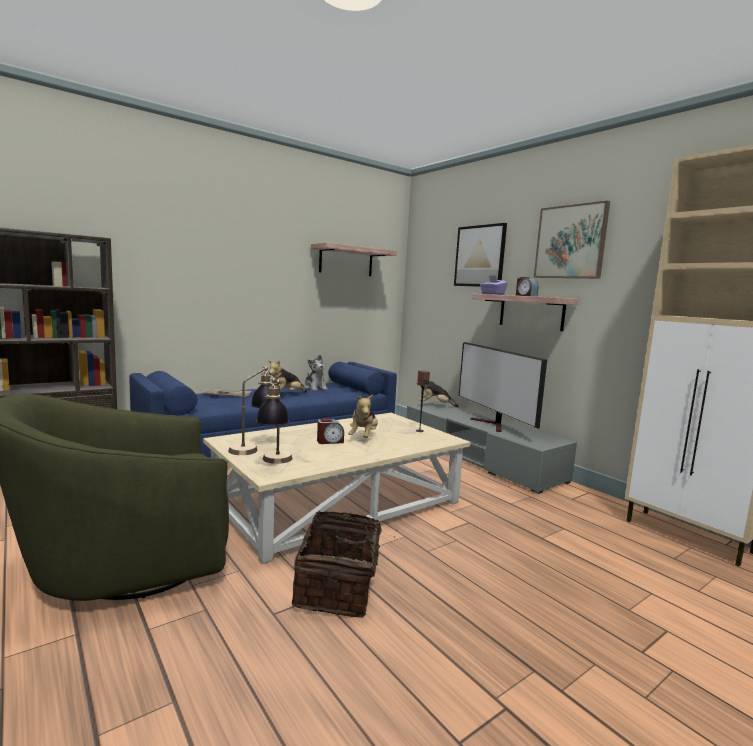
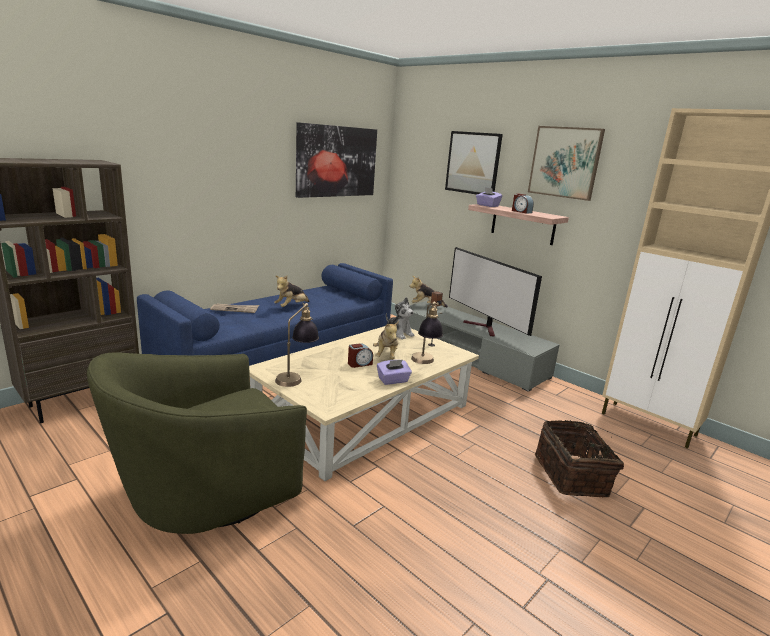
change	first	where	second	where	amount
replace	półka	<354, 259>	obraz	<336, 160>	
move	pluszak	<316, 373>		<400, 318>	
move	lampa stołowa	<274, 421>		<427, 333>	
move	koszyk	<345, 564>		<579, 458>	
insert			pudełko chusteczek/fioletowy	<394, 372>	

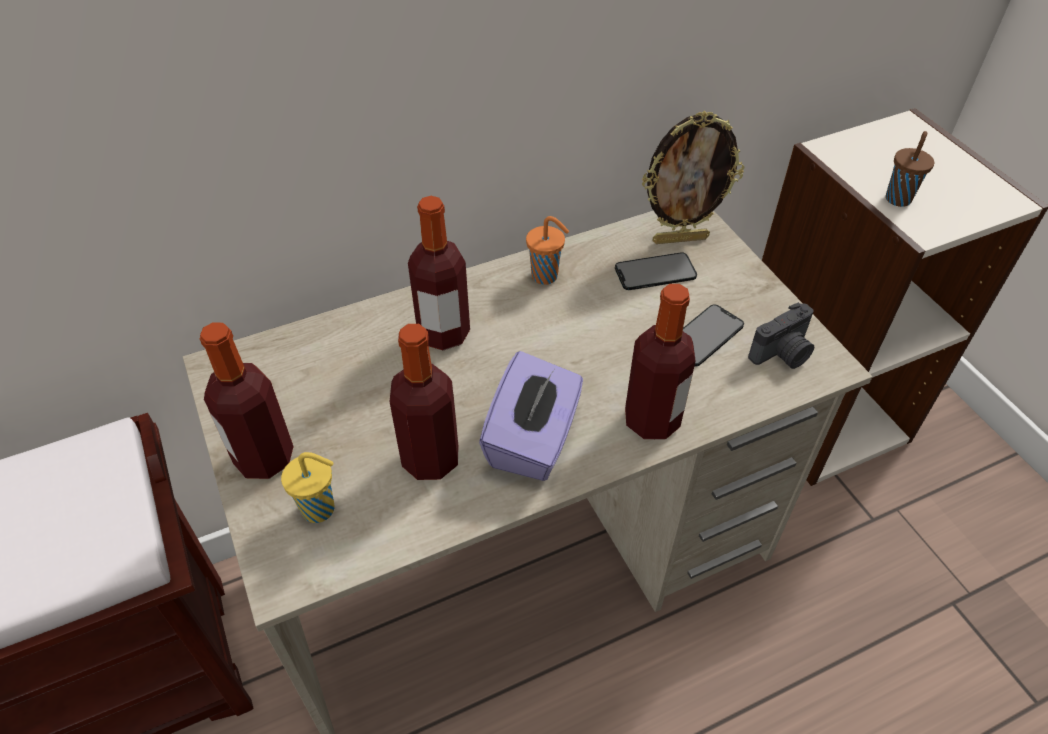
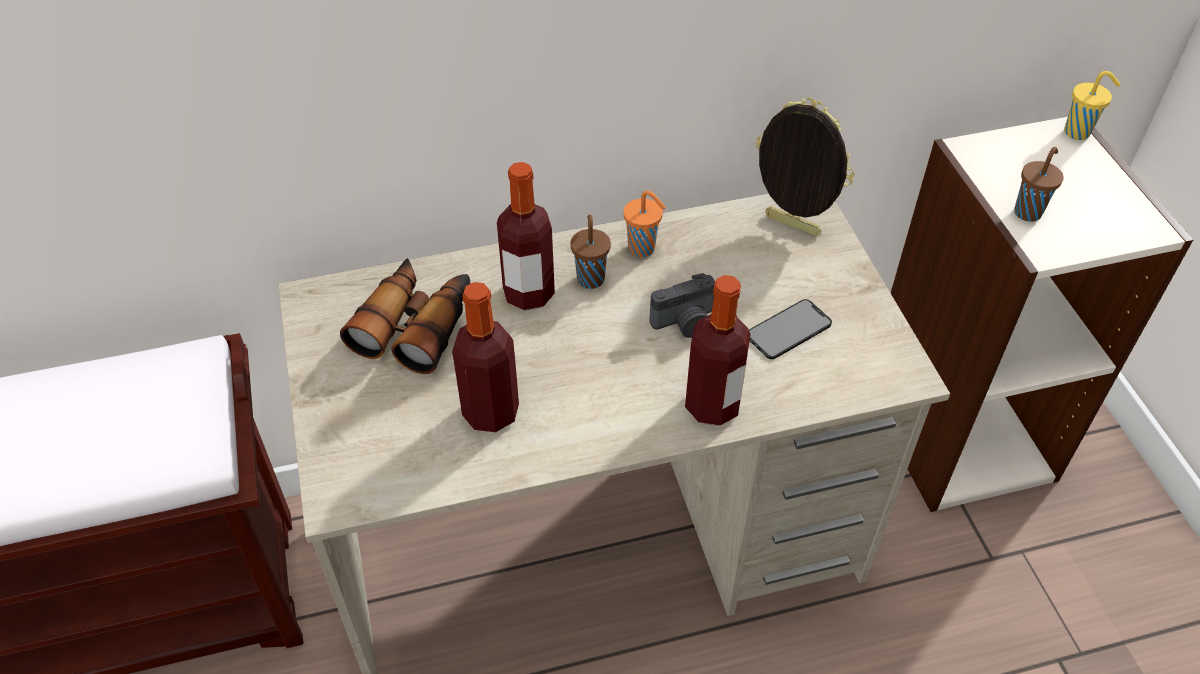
change	first	where	second	where	amount
rotate	ramka na zdjęcie	<693, 177>		<805, 166>	150 degrees counterclockwise
delete	telefon	<656, 271>			
move	aparat fotograficzny	<781, 335>		<682, 305>	
delete	butelka	<247, 400>			
delete	pudełko chusteczek/fioletowy	<531, 416>			
move	filiżanka/żółty	<307, 487>		<1092, 105>	
insert			filiżanka/brązowy	<590, 252>	
insert			lornetka	<405, 316>	

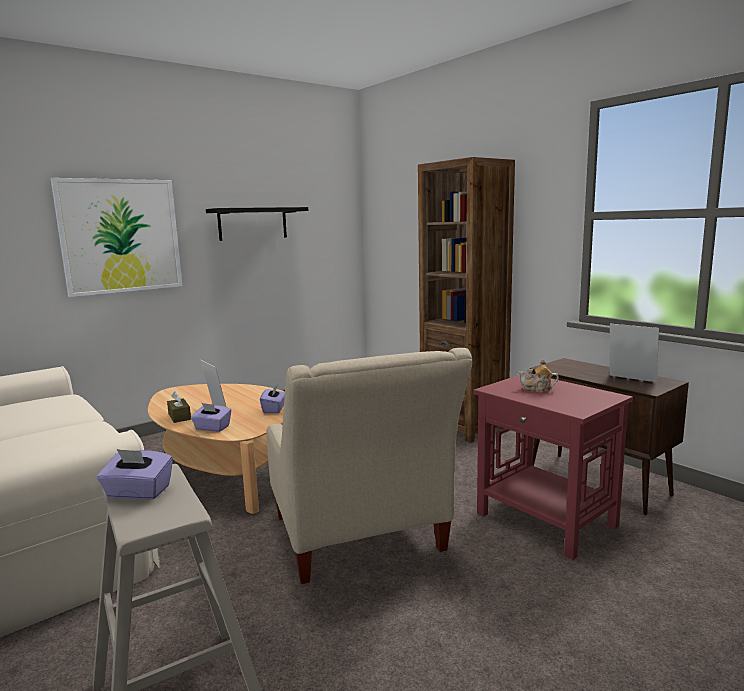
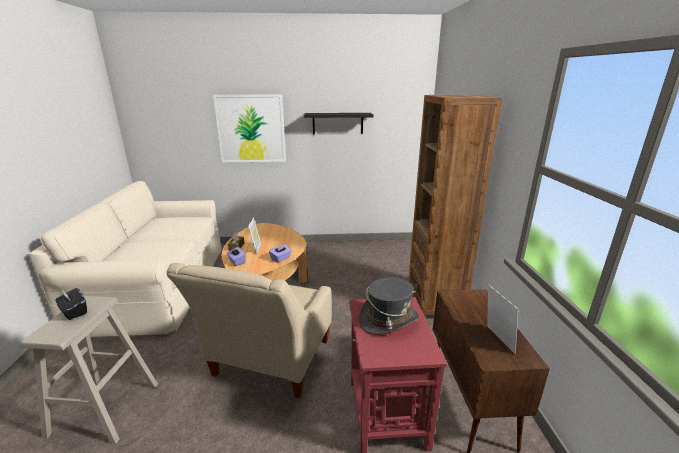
change	first	where	second	where	amount
replace	imbryk	<538, 376>	kapelusz/szary	<389, 306>	
recolor	pudełko chusteczek/fioletowy	<135, 474>	pudełko chusteczek/czarny	<71, 304>	

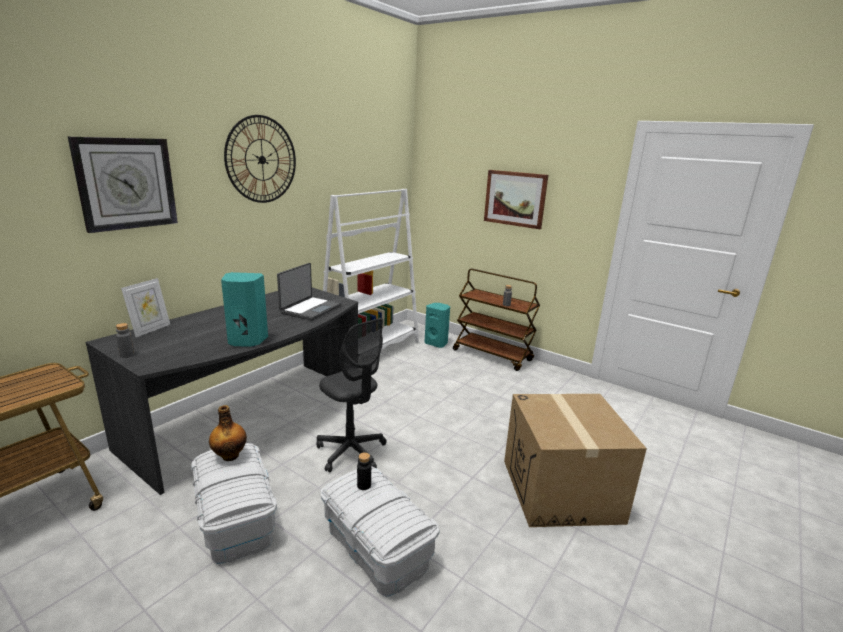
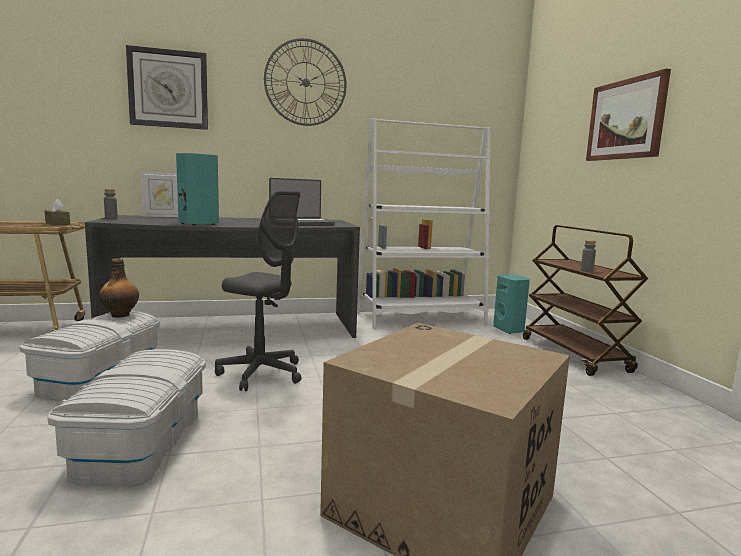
change	first	where	second	where	amount
rotate	krzesło biurowe/szary	<351, 395>		<258, 291>	60 degrees counterclockwise
delete	butelka/czarny	<364, 471>			
insert			pudełko chusteczek/brązowy	<57, 212>	

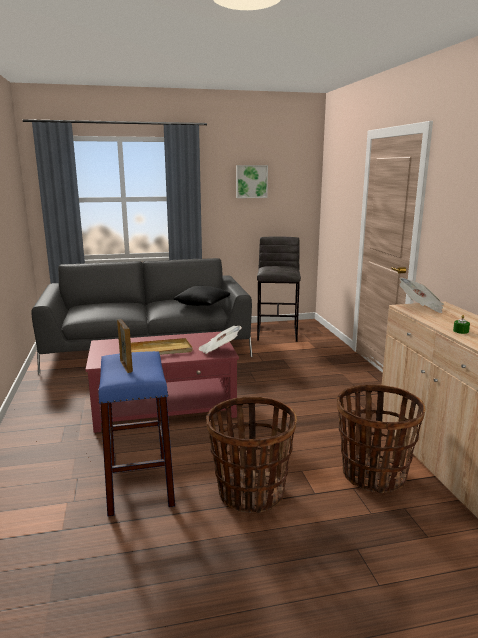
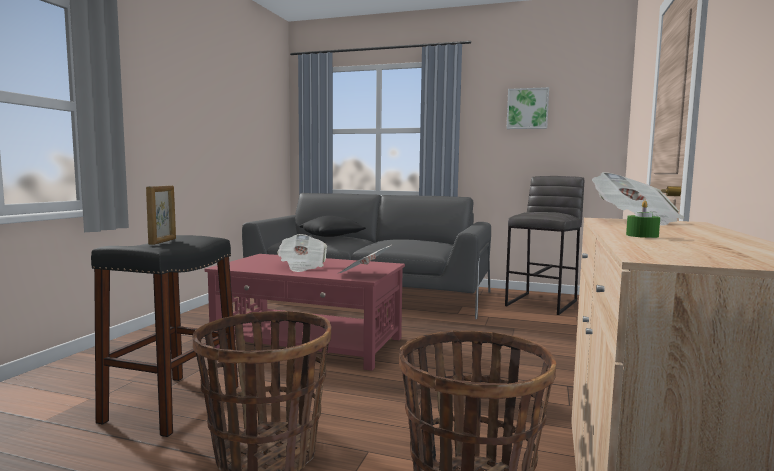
change	first	where	second	where	amount
move	poduszka/czarny	<201, 296>		<332, 226>	
replace	taca/beżowy	<162, 346>	gazeta	<302, 253>	
recolor	stołek/niebieski	<136, 434>	stołek/czarny	<164, 336>	

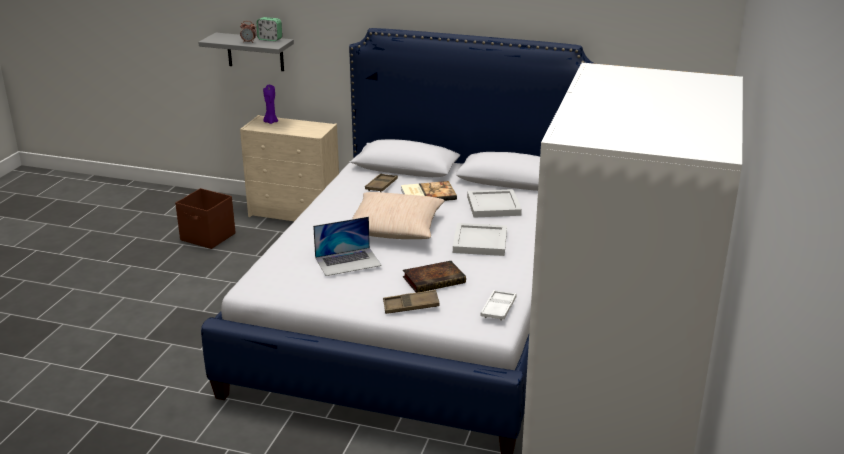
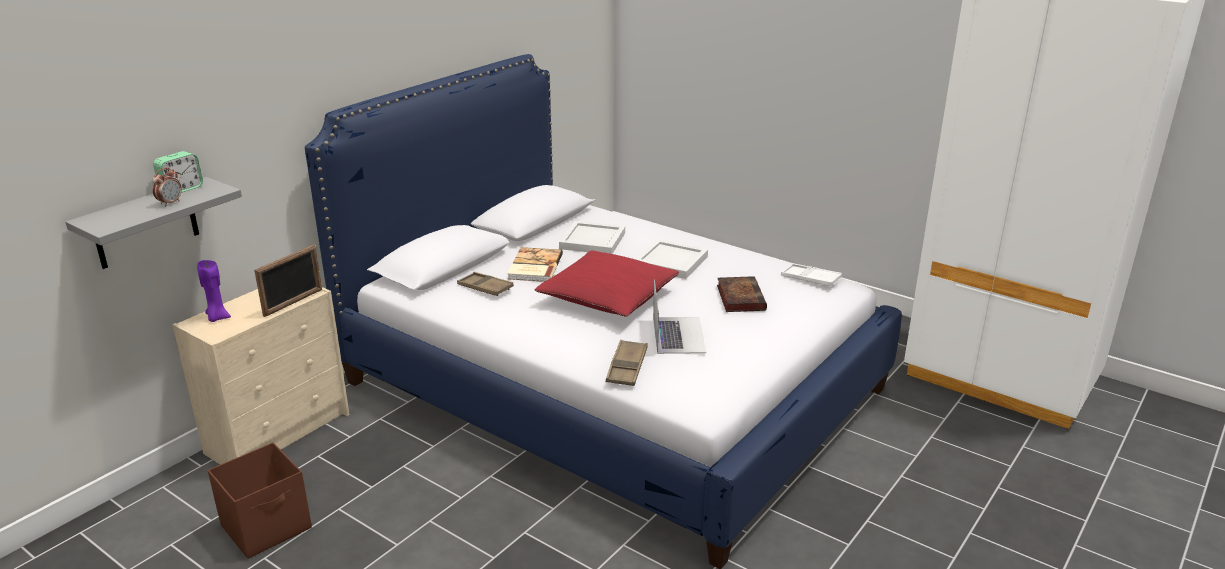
change	first	where	second	where	amount
recolor	poduszka/beżowy	<398, 215>	poduszka/czerwony	<606, 283>	
move	taca/brązowy	<411, 302>		<627, 363>	
insert			ramka na zdjęcie	<288, 281>	

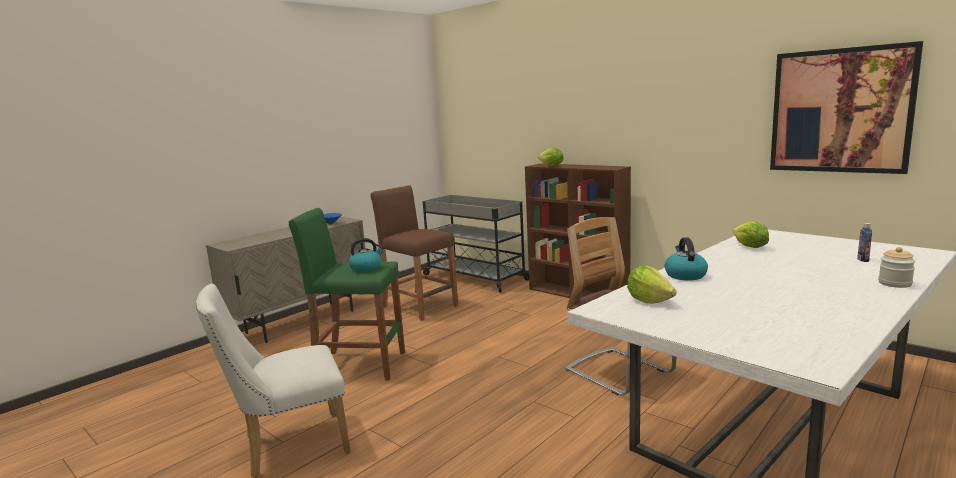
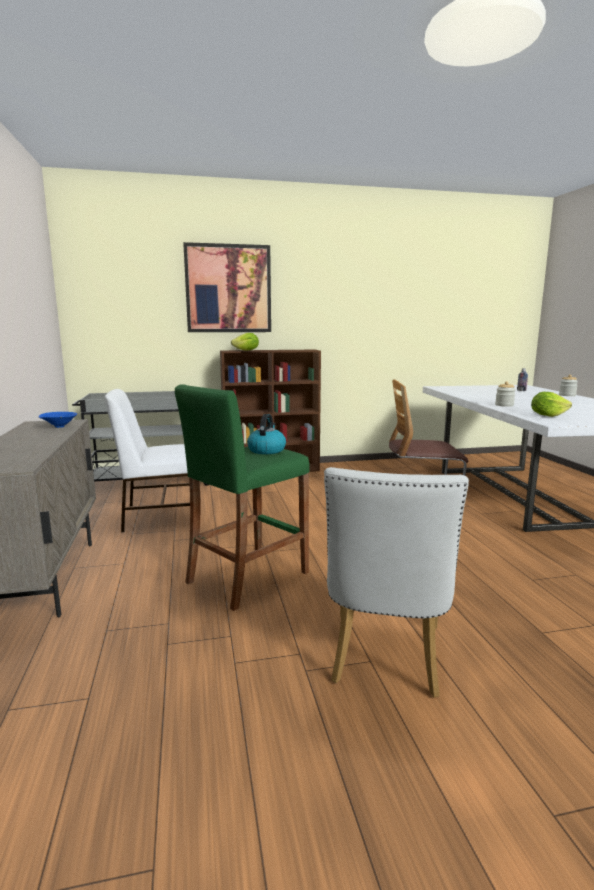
change	first	where	second	where	amount
move	obraz	<846, 107>		<227, 287>	
replace	stołek/brązowy	<414, 253>	krzesło/biały	<147, 460>	
delete	sałata	<751, 235>			
replace	czajnik	<686, 258>	słoik	<505, 394>	

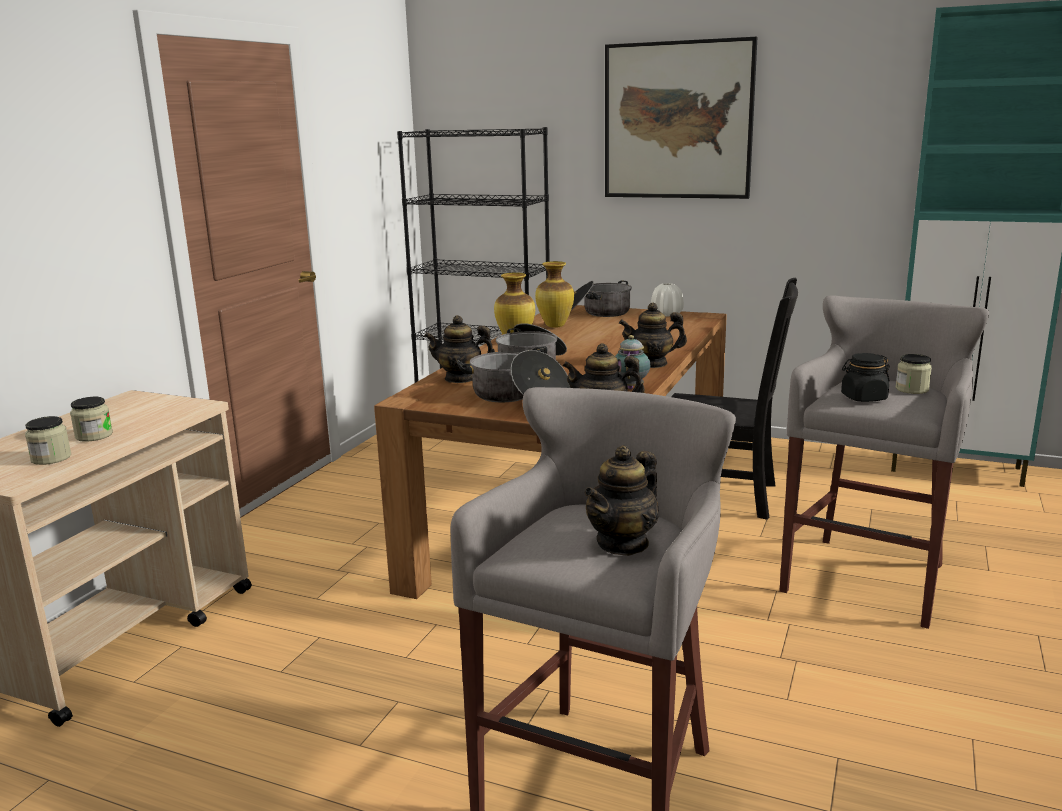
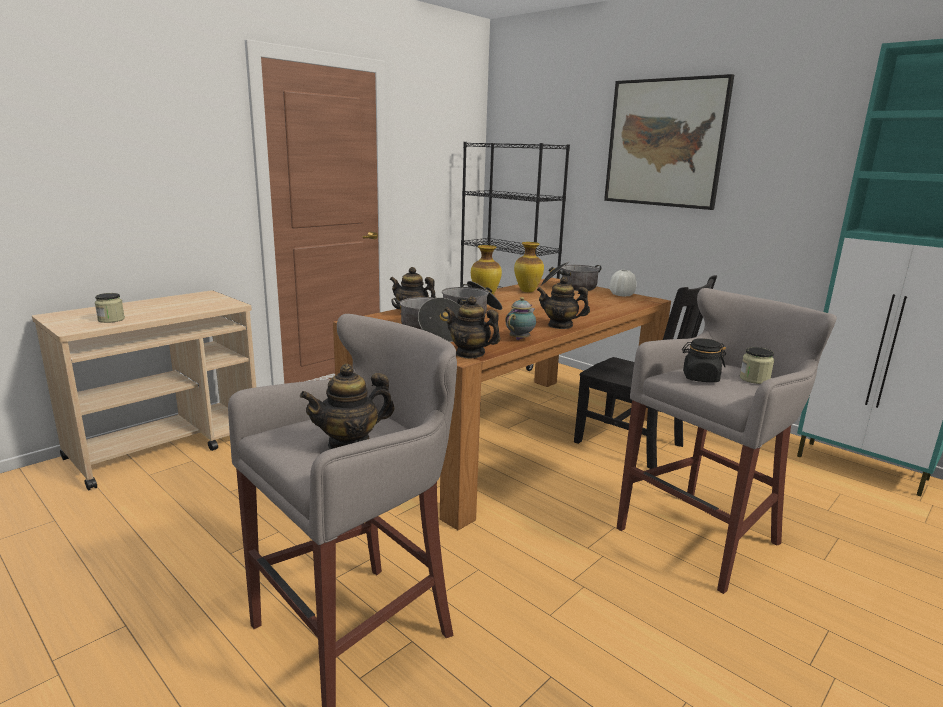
change	first	where	second	where	amount
delete	słoik	<91, 419>			

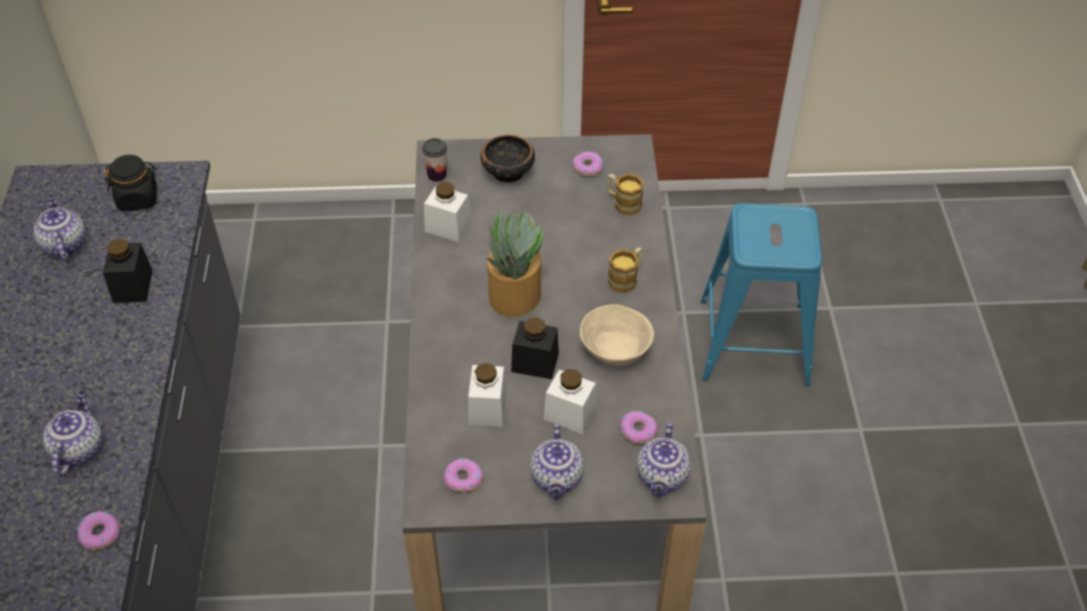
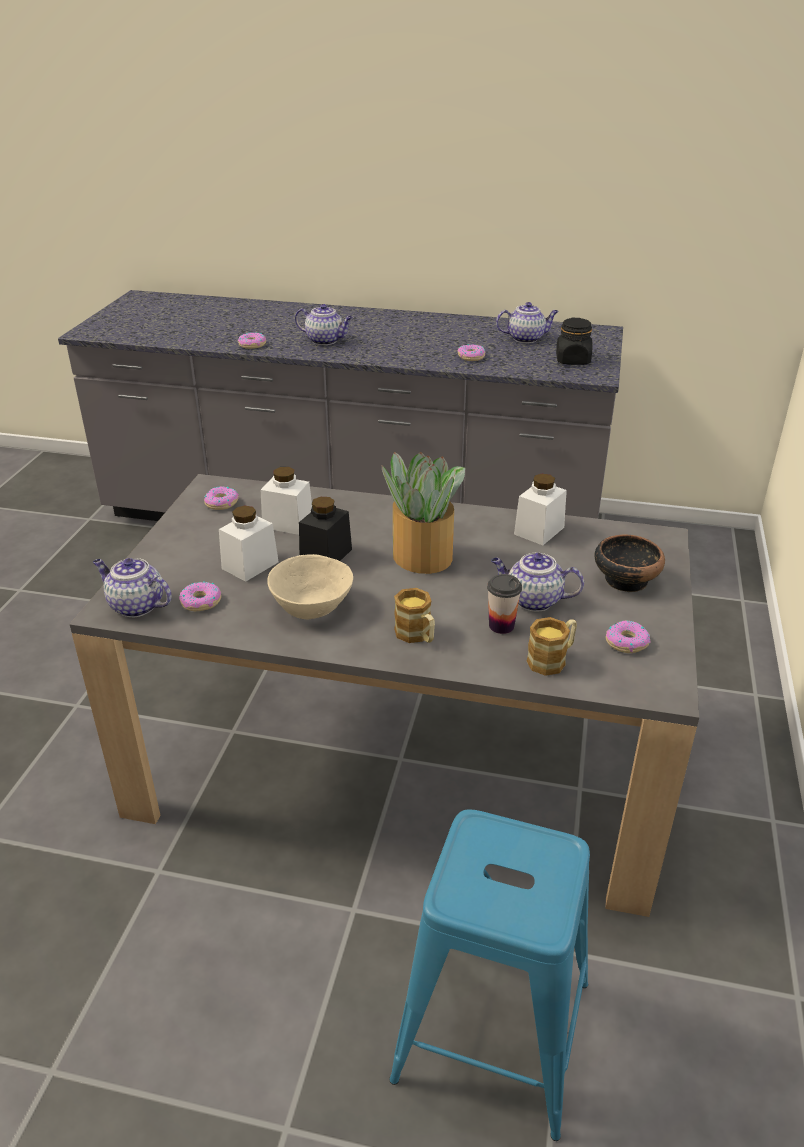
change	first	where	second	where	amount
move	filiżanka	<434, 160>		<504, 604>	
replace	słoik/czarny	<128, 271>	donut	<471, 352>	
move	imbryk	<557, 461>		<537, 582>	

